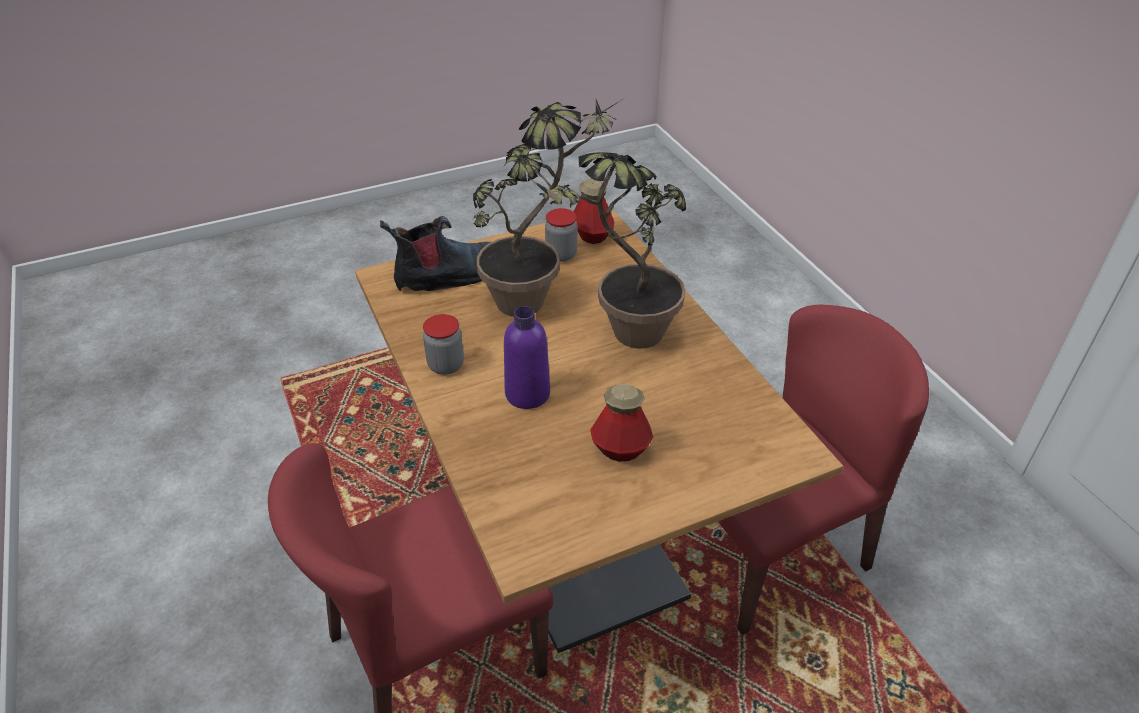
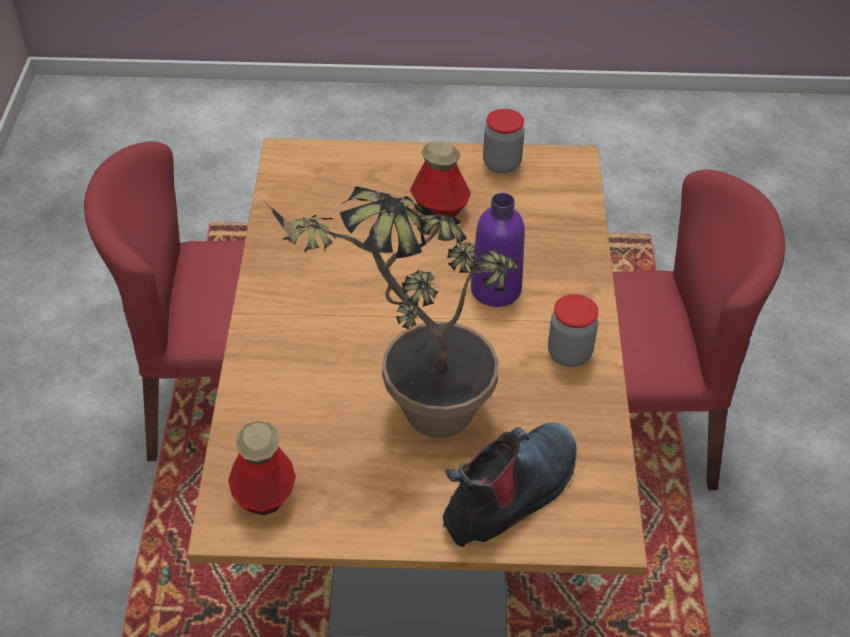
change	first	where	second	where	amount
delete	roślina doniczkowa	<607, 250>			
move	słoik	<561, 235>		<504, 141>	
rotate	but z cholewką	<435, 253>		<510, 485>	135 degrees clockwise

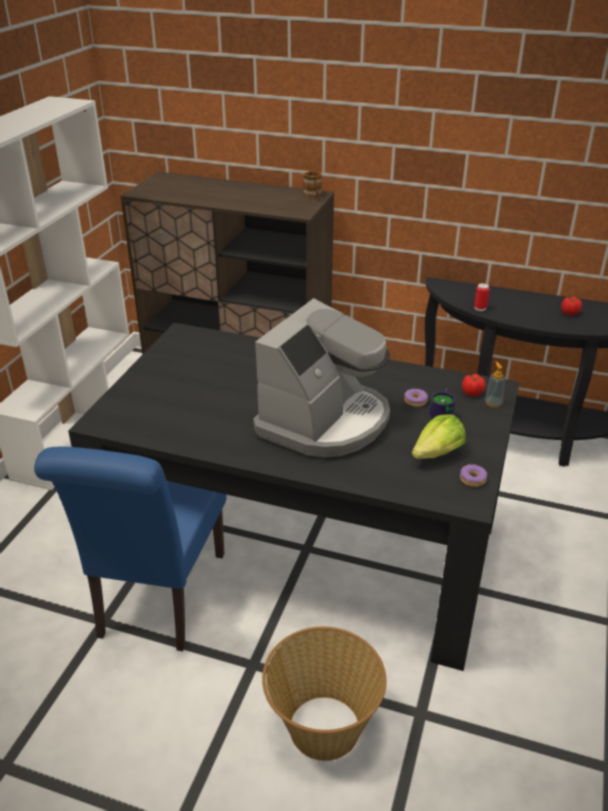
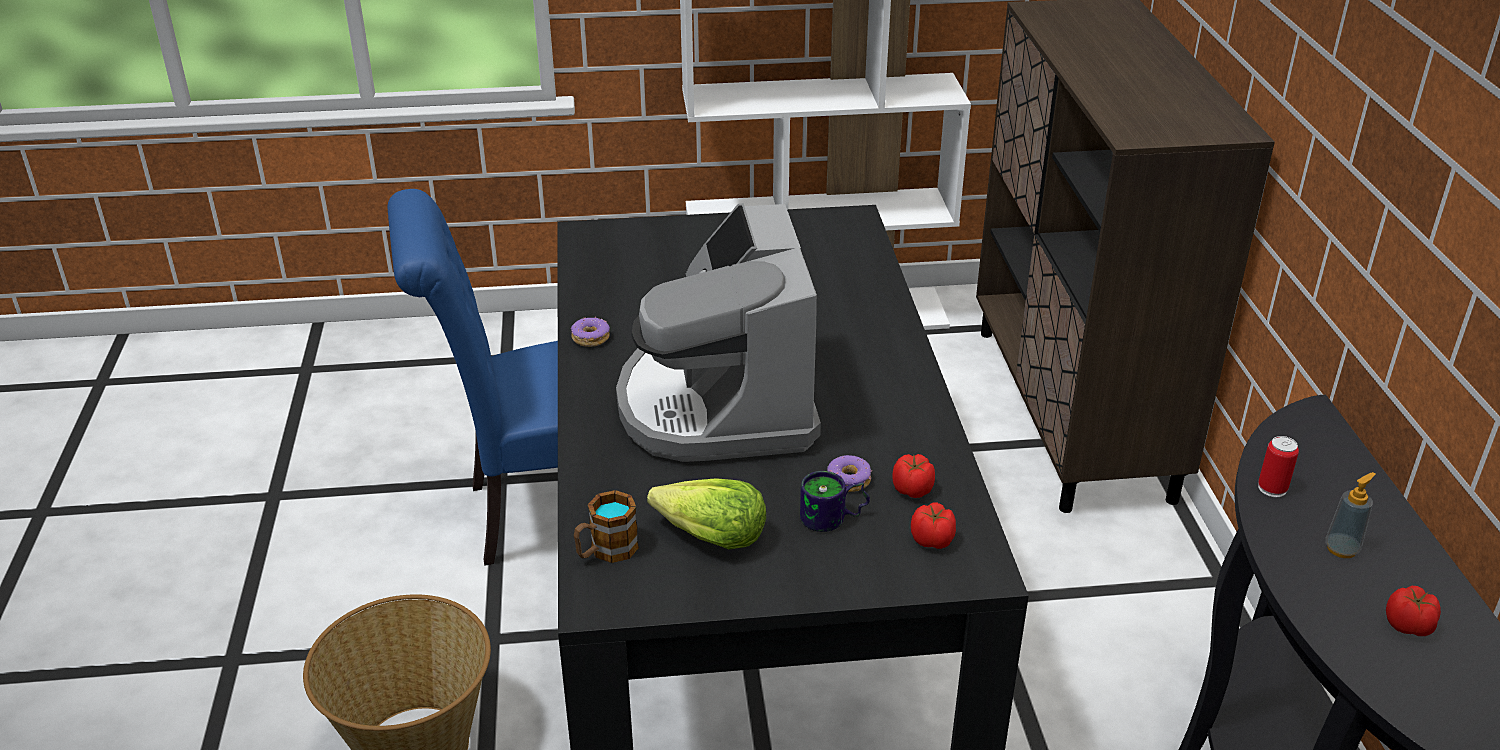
change	first	where	second	where	amount
move	kubek	<312, 184>		<606, 526>	
rotate	ekspres do kawy	<321, 377>		<718, 332>	75 degrees clockwise
move	dozownik mydła	<495, 384>		<1350, 515>	
move	donut	<473, 475>		<590, 331>	
insert			pomidor	<914, 476>	

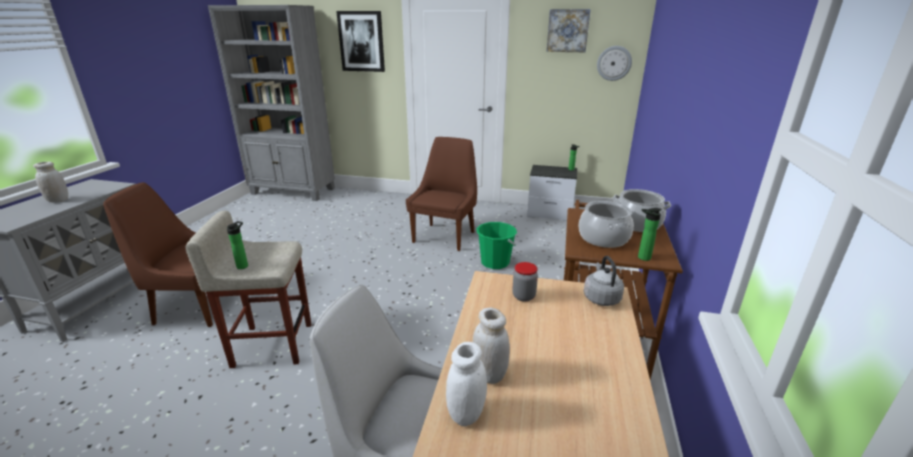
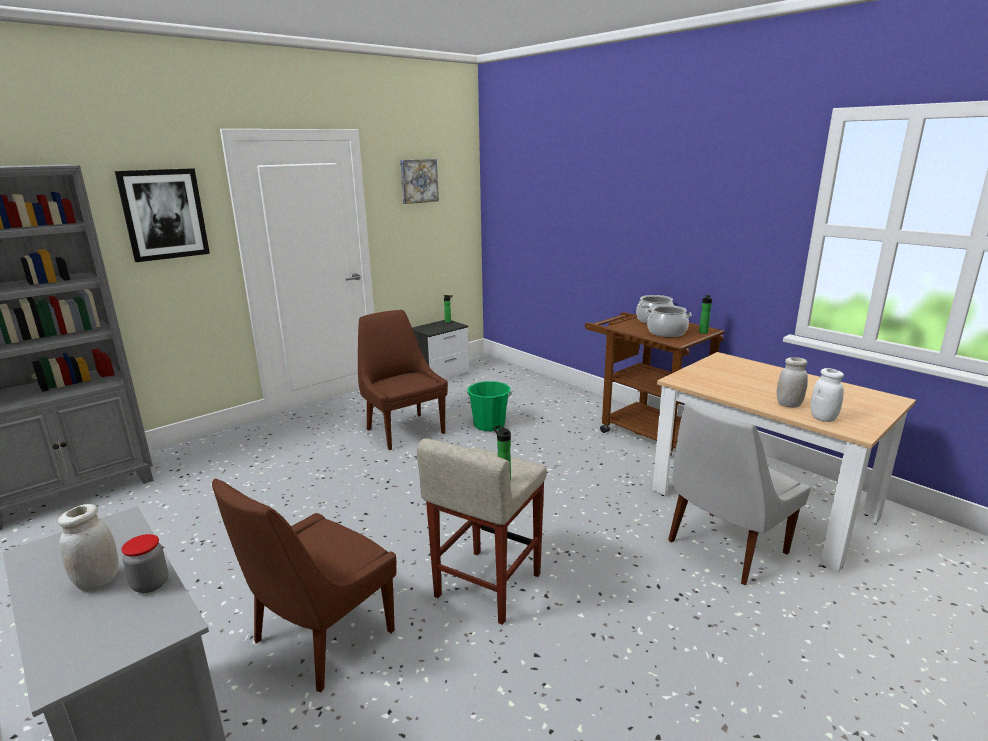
change	first	where	second	where	amount
delete	zegar ścienny	<614, 63>			
delete	czajnik/szary	<604, 281>			
move	słoik	<525, 282>		<144, 563>	

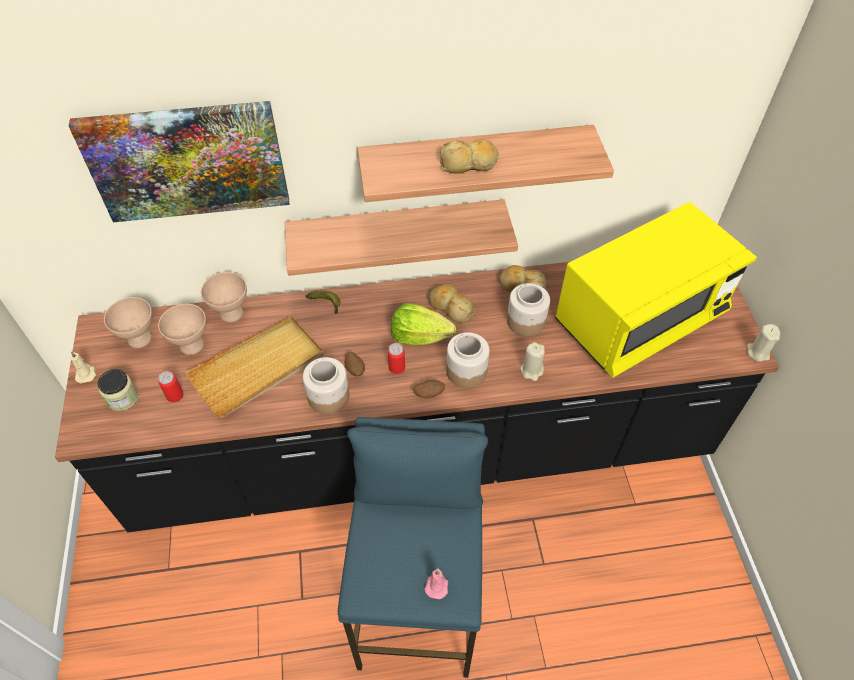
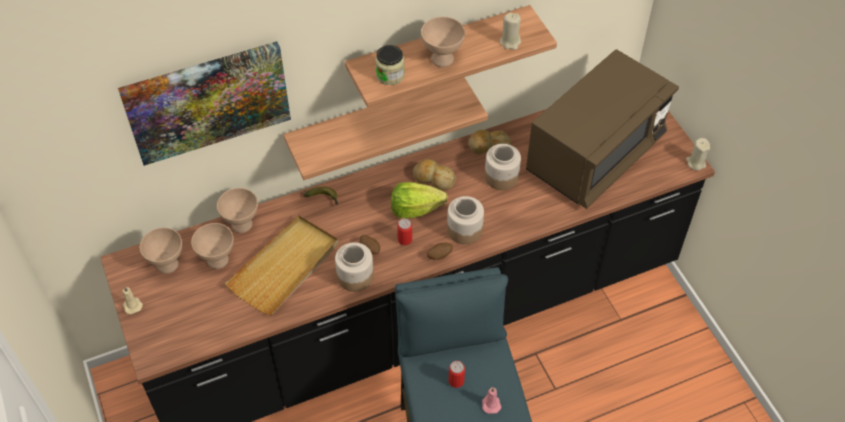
change	first	where	second	where	amount
replace	chleb	<469, 156>	miska/beżowy	<443, 42>	
recolor	mikrofalówka/żółty	<656, 290>	mikrofalówka/brązowy	<602, 129>	
move	świeca/beżowy	<532, 361>		<510, 31>	
move	słoik	<118, 390>		<390, 65>	
move	puszka	<171, 386>		<457, 374>	

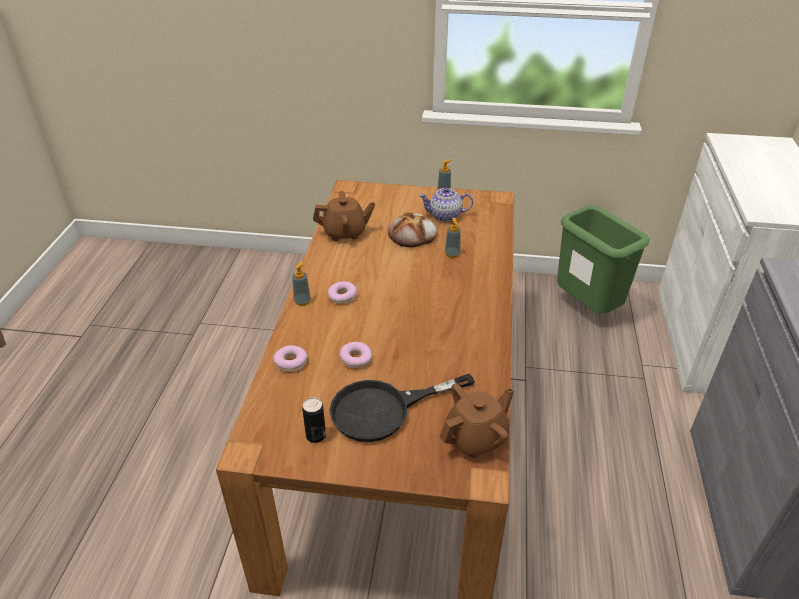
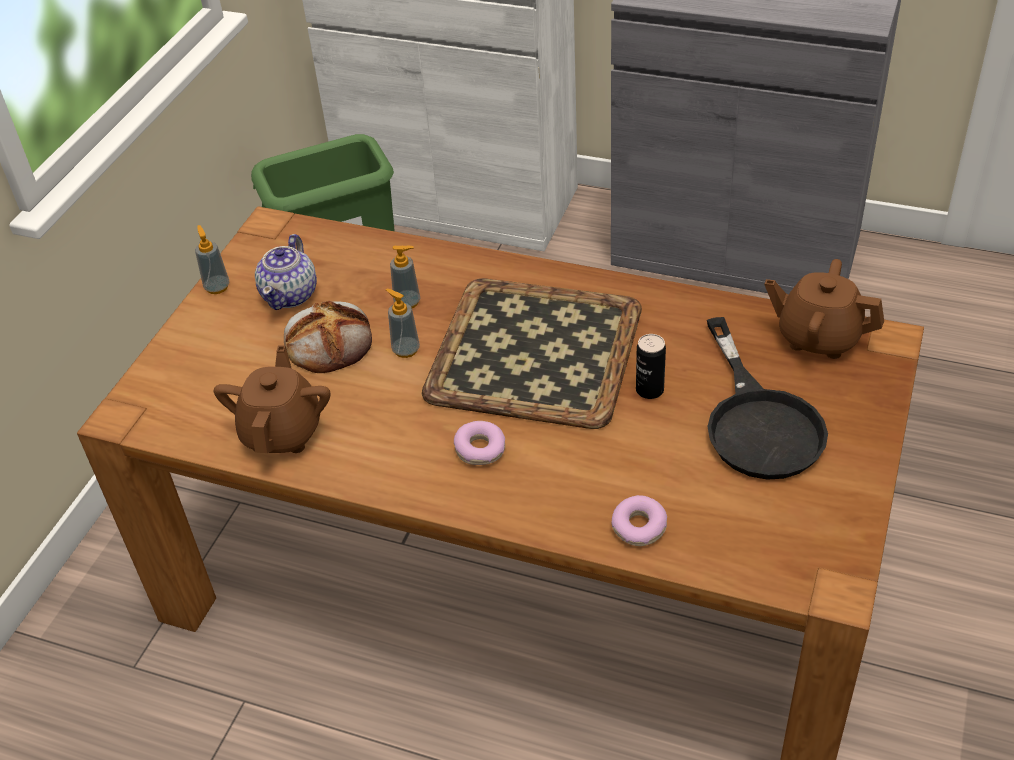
change	first	where	second	where	amount
move	dozownik mydła	<301, 283>		<403, 323>	
delete	donut	<356, 355>			
rotate	imbryk/brązowy	<477, 420>		<824, 309>	45 degrees counterclockwise
move	puszka	<314, 420>		<651, 366>	
insert			taca	<532, 353>	

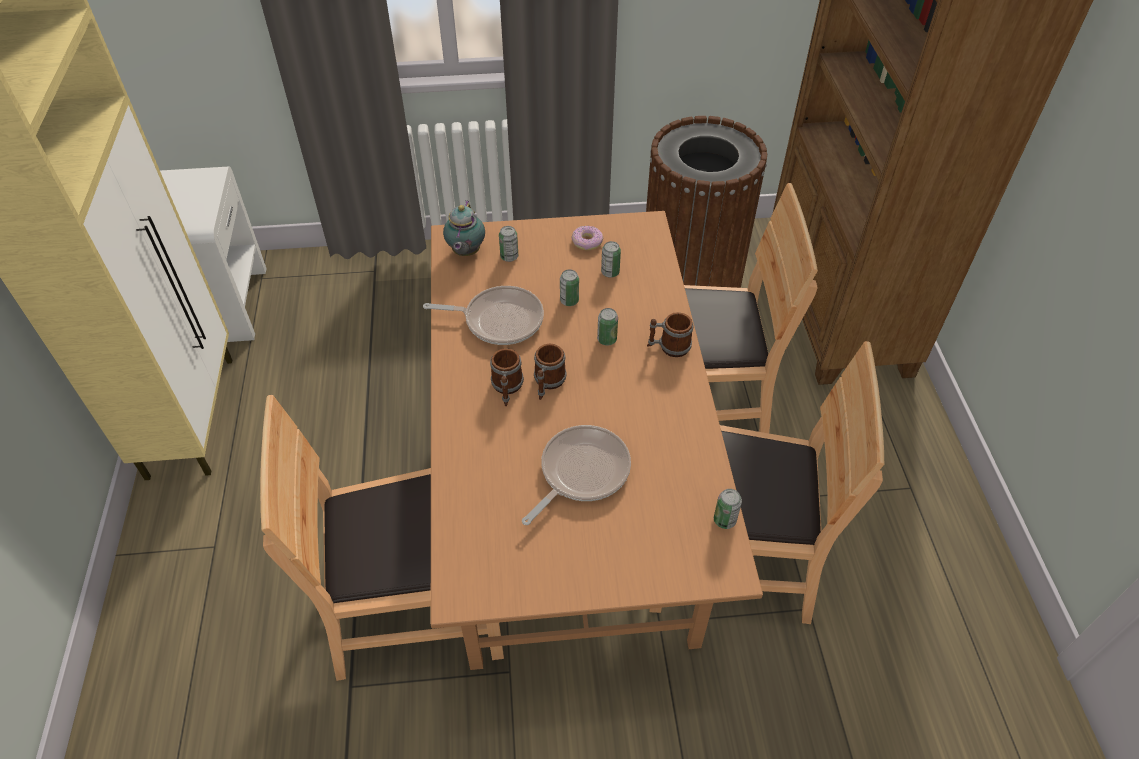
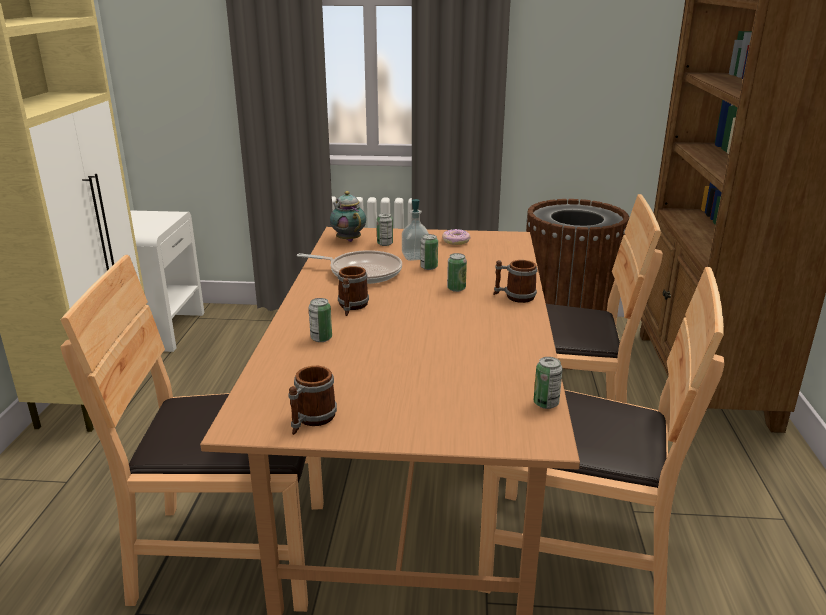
change	first	where	second	where	amount
rotate	imbryk	<464, 228>		<348, 216>	135 degrees clockwise
move	puszka	<611, 259>		<320, 320>	
move	kubek	<550, 372>		<312, 400>	
delete	patelnia	<576, 475>			
insert			dozownik mydła	<415, 230>	

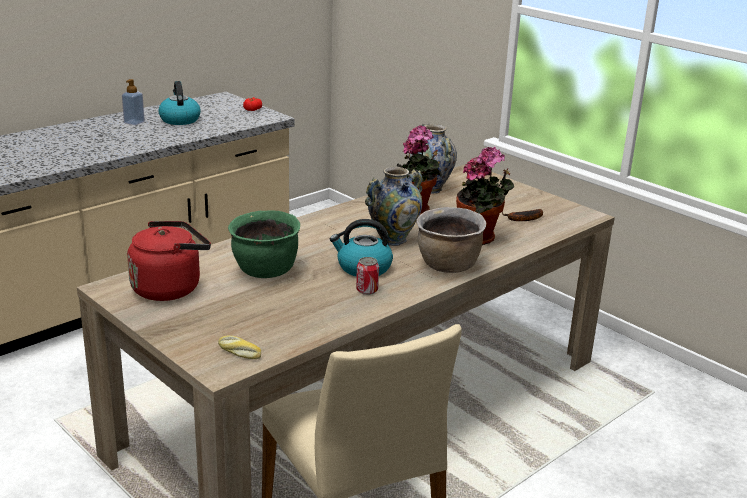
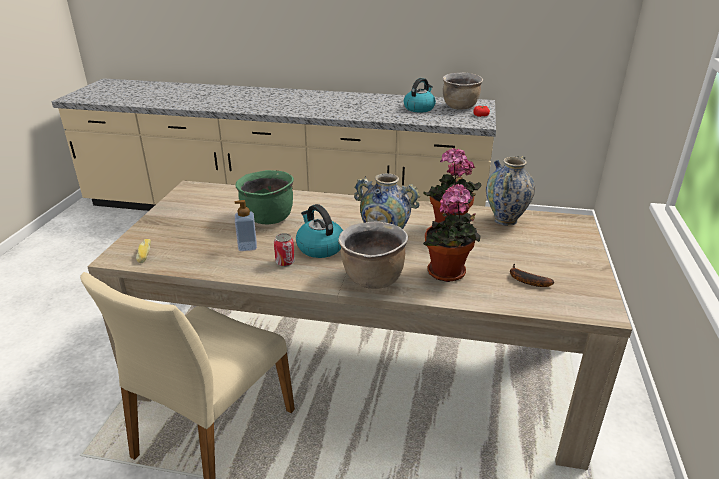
change	first	where	second	where	amount
move	dozownik mydła	<133, 102>		<246, 225>	
delete	czajnik/czerwony	<169, 261>			
insert			garnek/brązowy	<463, 91>	

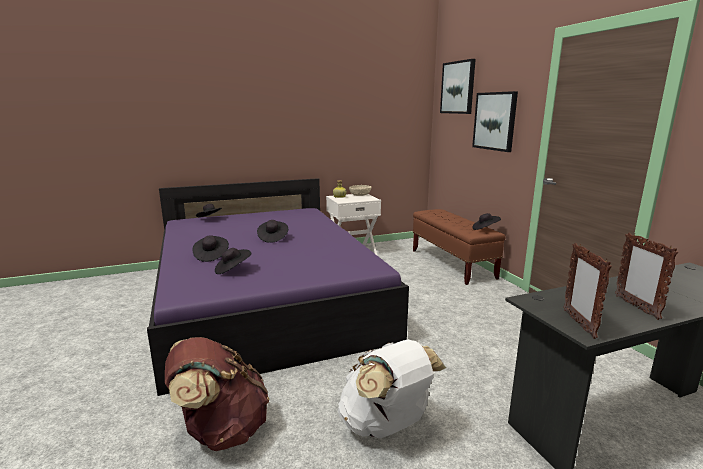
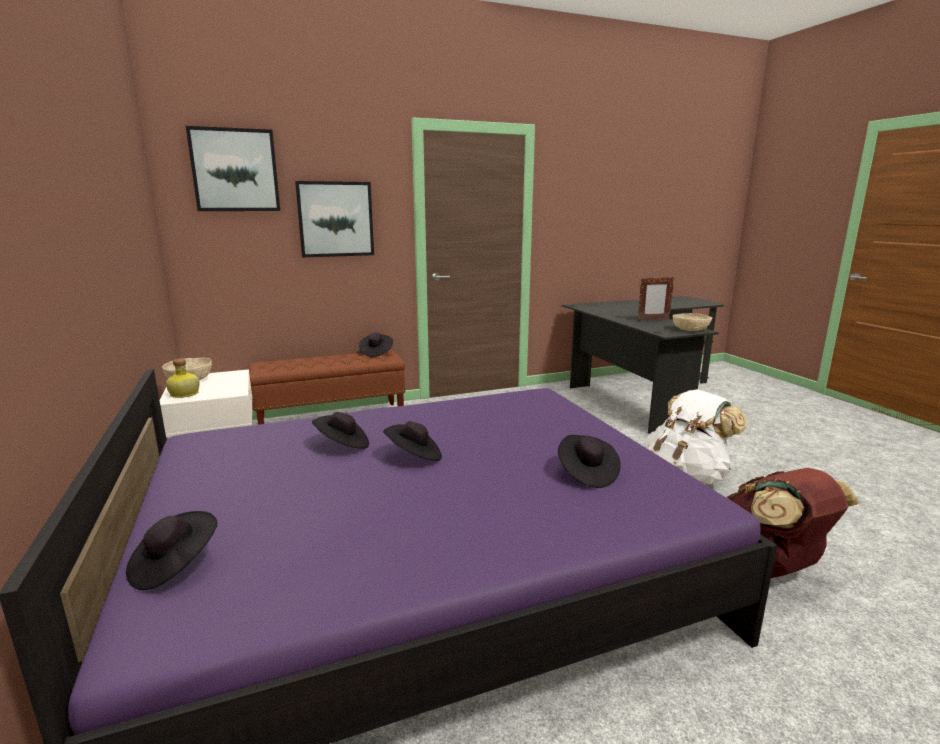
change	first	where	second	where	amount
move	kapelusz/czarny	<211, 248>		<340, 430>	
replace	ramka na zdjęcie	<587, 291>	miska/beżowy	<692, 322>	

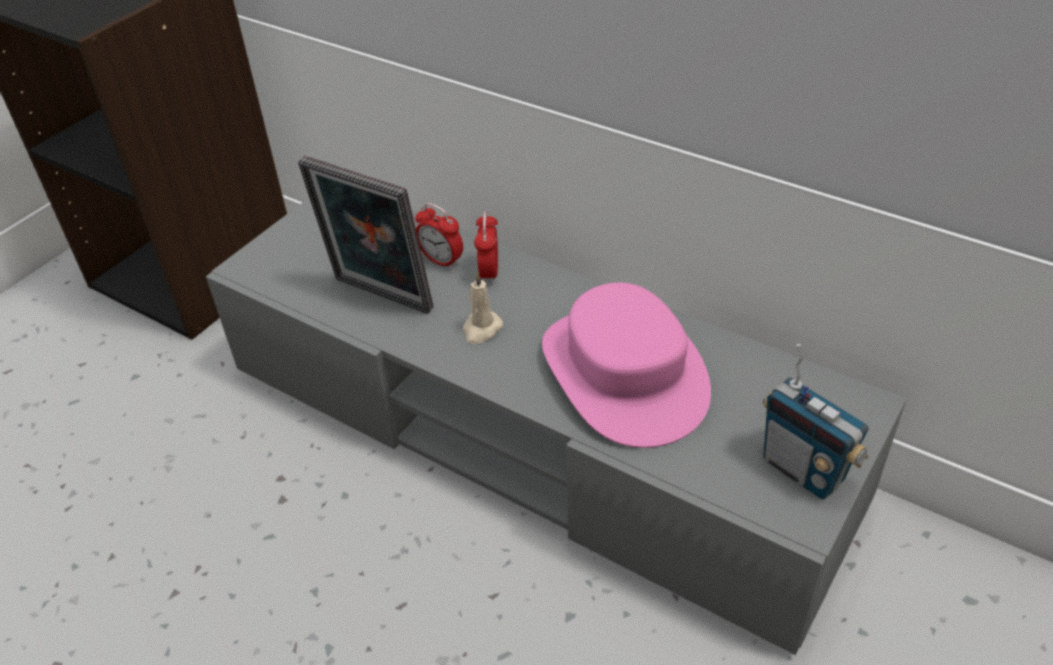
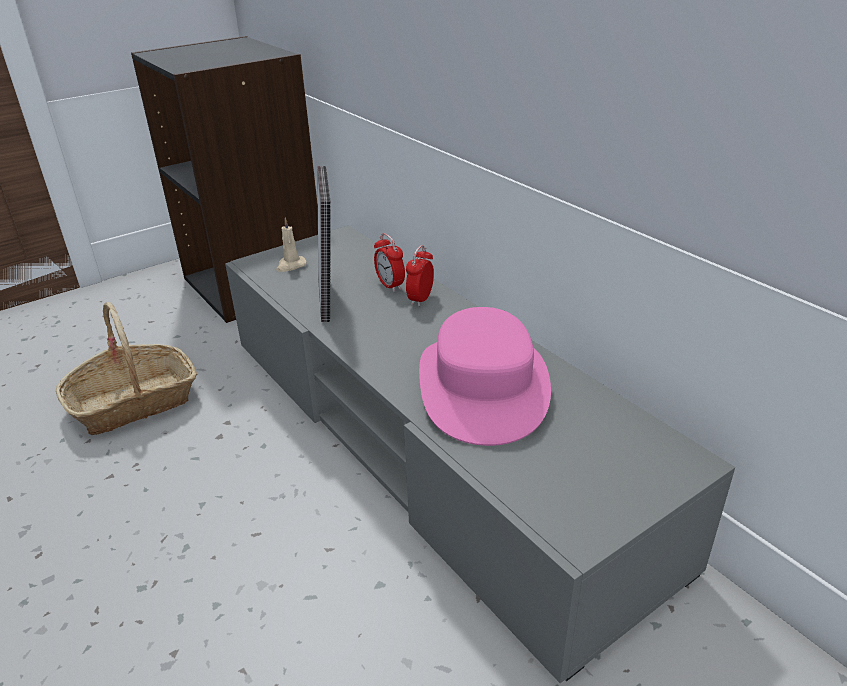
change	first	where	second	where	amount
rotate	ramka na zdjęcie	<366, 235>		<324, 244>	150 degrees counterclockwise
move	świeca/beżowy	<483, 308>		<291, 244>	
delete	radio	<816, 421>			
insert			koszyk	<127, 368>	

